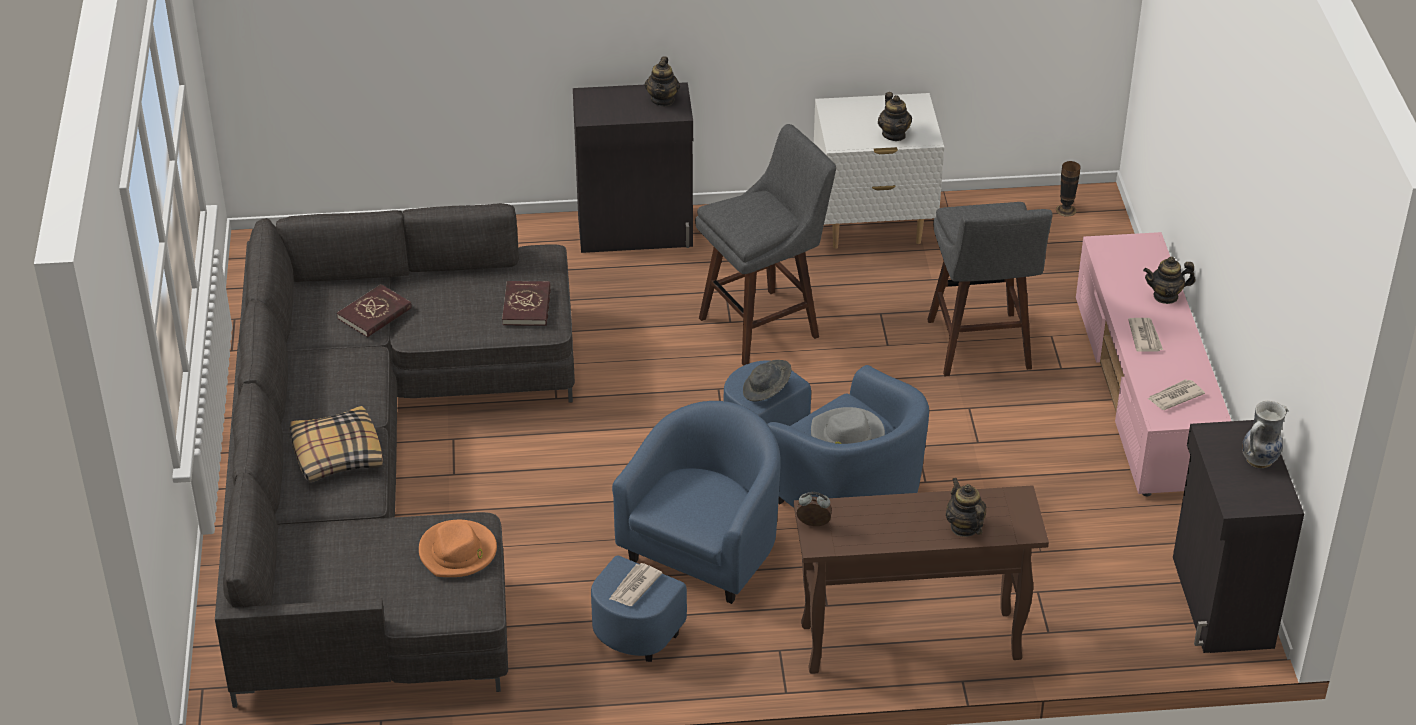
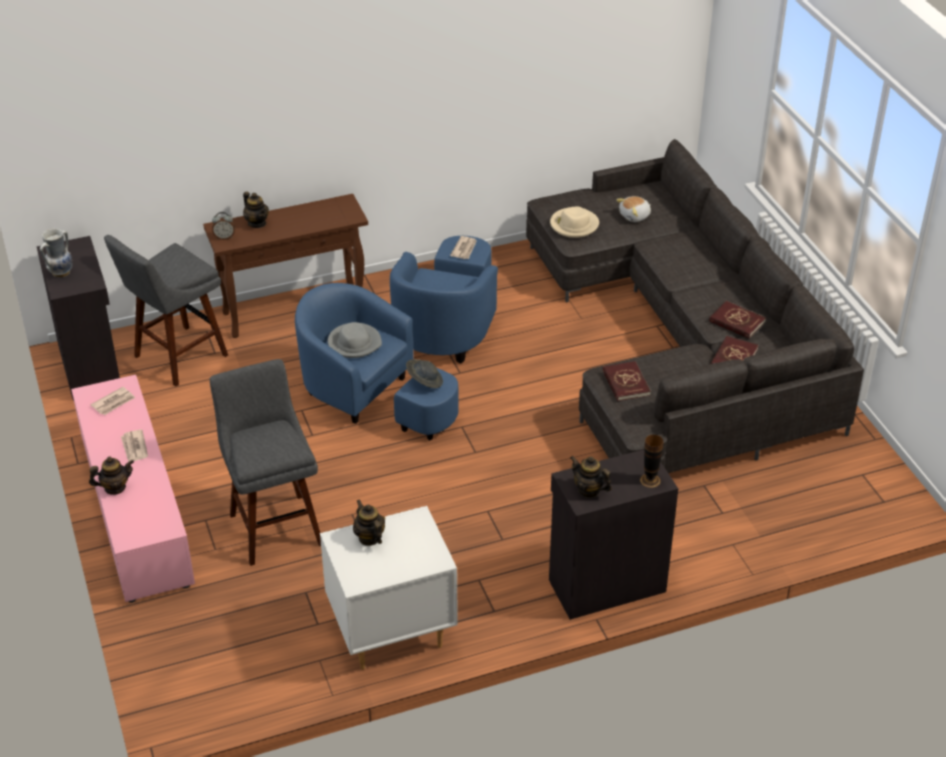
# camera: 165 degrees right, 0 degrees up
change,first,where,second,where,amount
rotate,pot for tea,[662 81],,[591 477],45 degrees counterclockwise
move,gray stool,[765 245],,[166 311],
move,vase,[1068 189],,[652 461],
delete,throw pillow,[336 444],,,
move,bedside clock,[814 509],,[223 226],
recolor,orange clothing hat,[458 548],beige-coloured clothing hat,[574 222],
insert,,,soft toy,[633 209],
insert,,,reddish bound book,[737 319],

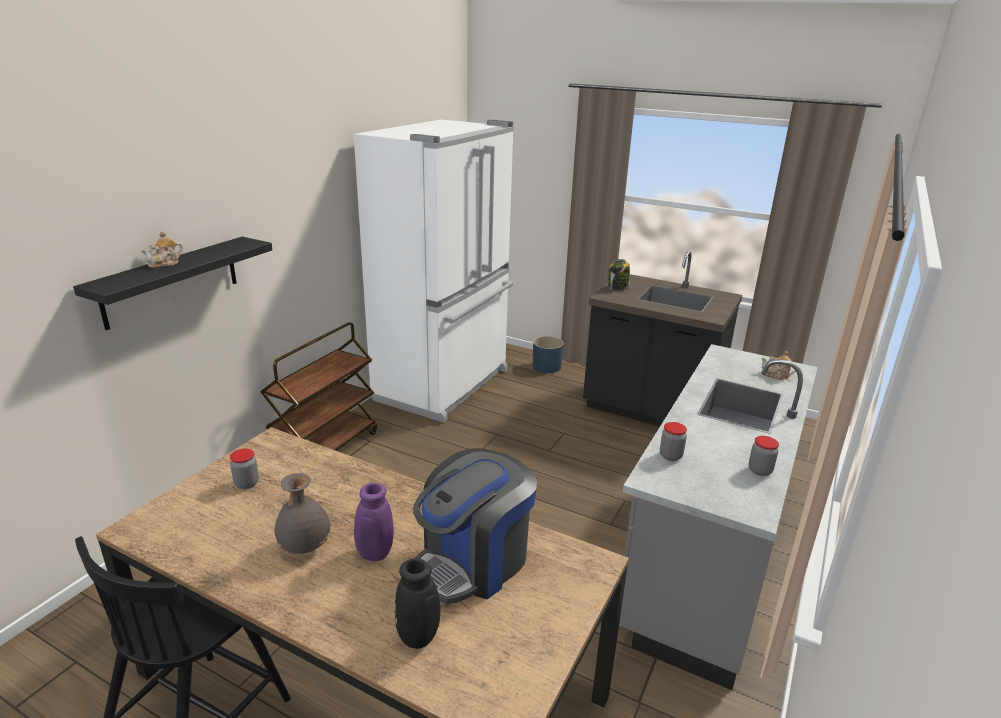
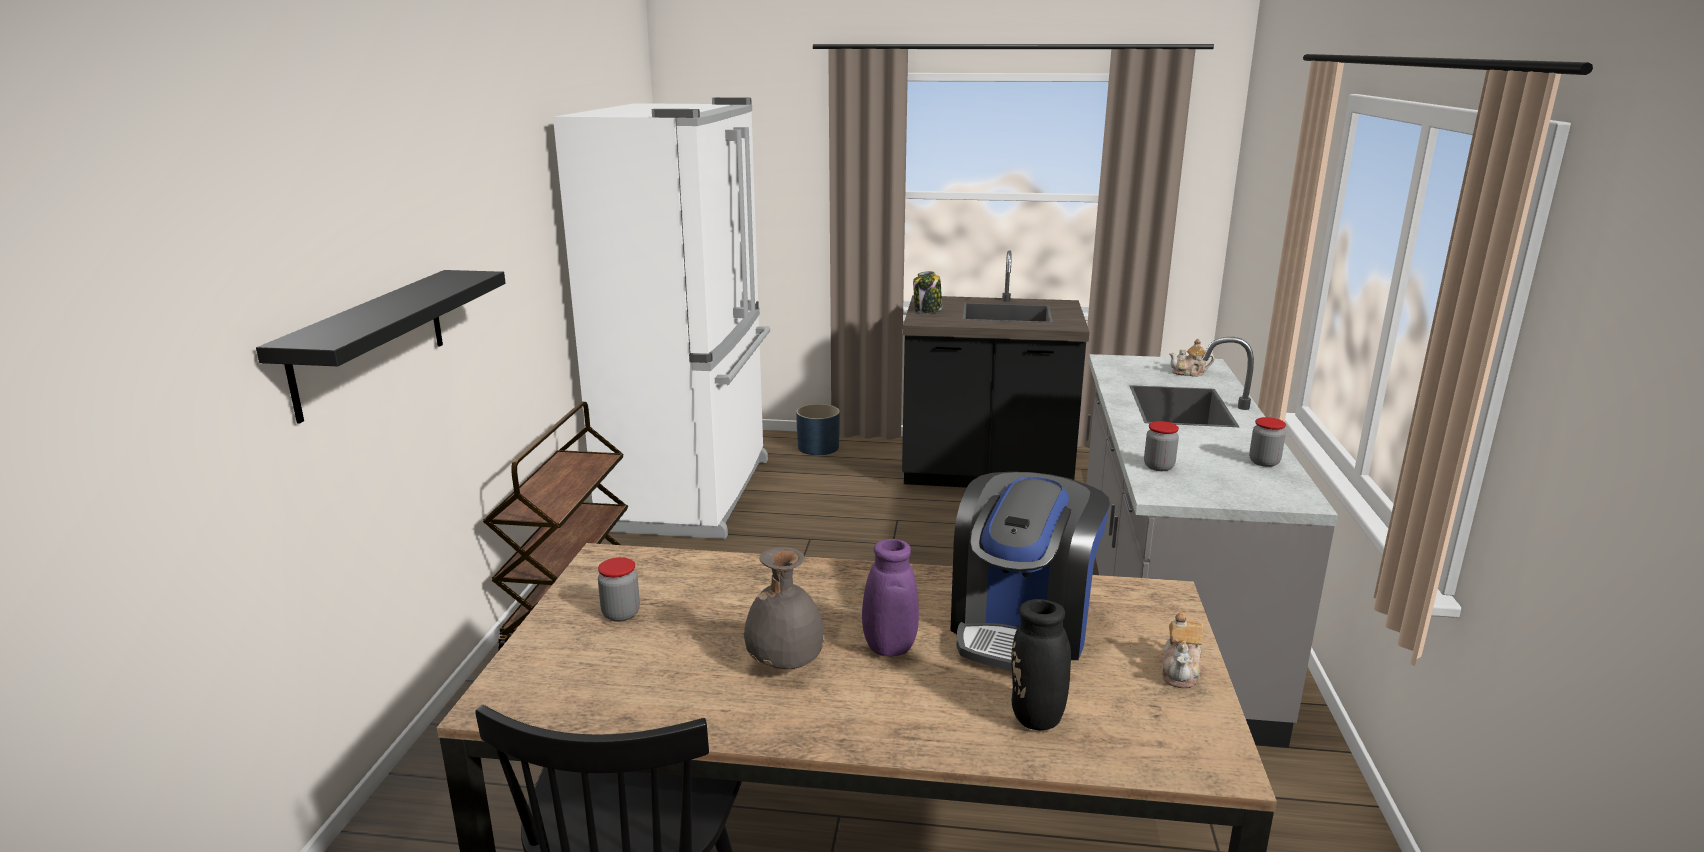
# camera: 20 degrees left, 5 degrees down
change,first,where,second,where,amount
move,pot for tea,[161 250],,[1182 650],

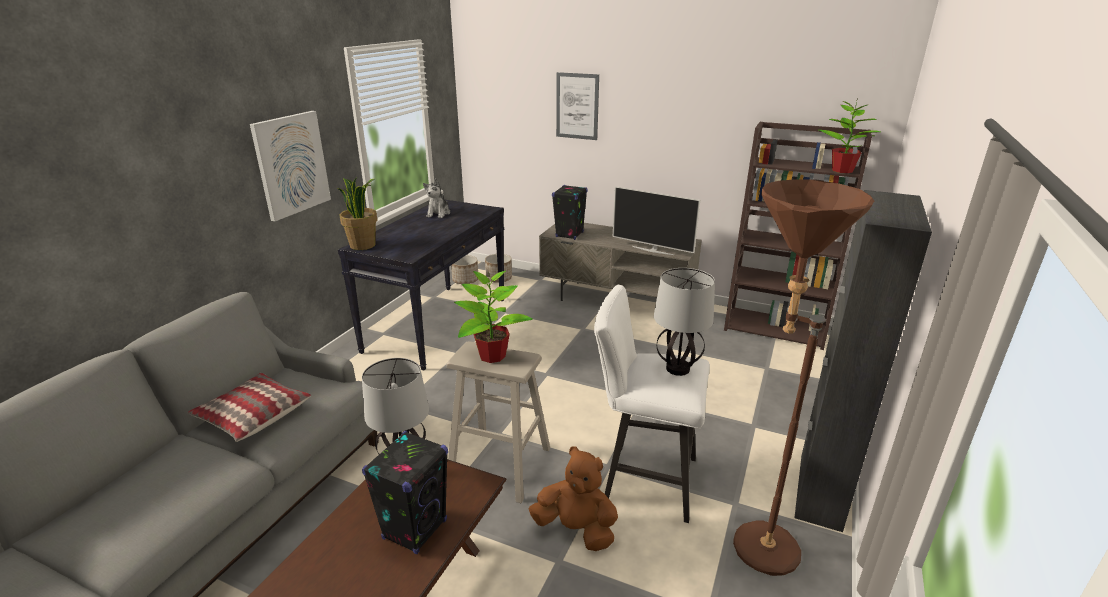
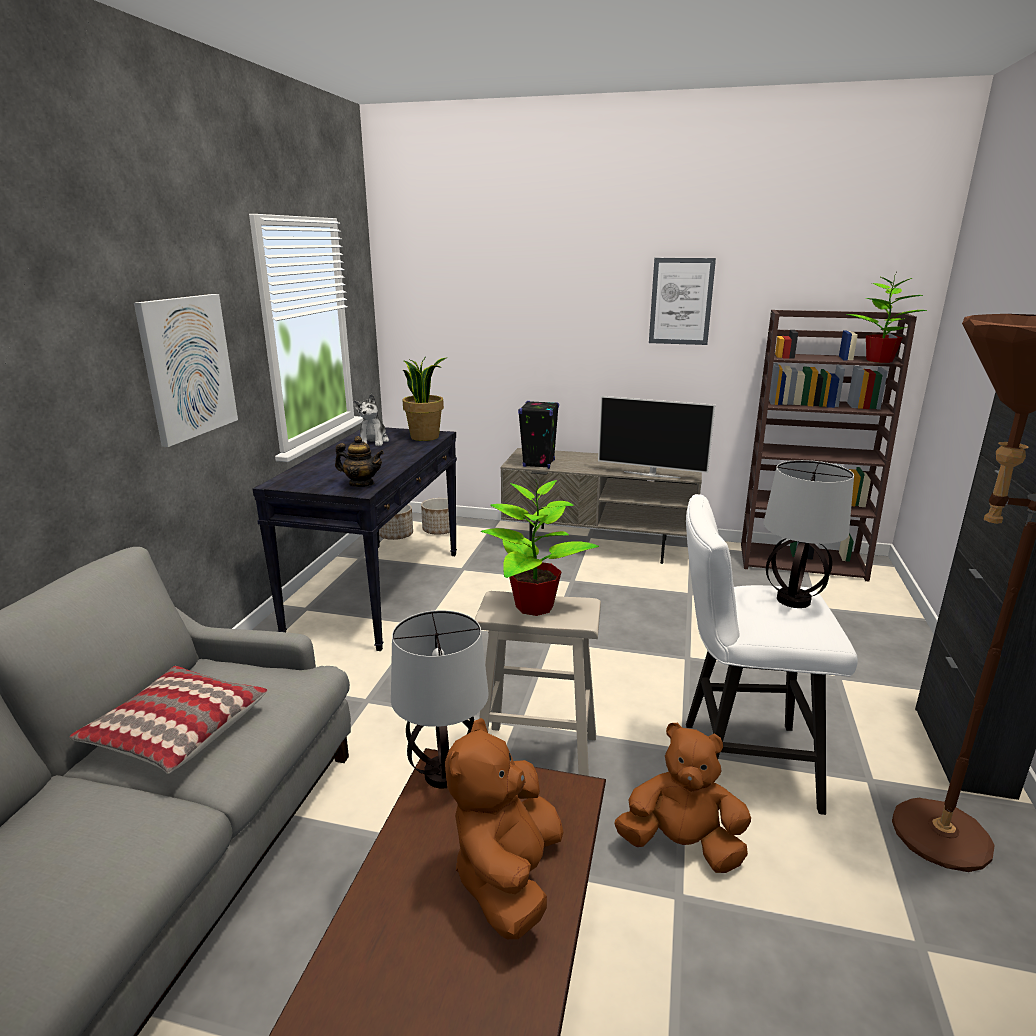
# camera: 10 degrees left, 5 degrees down
change,first,where,second,where,amount
move,wall picture,[577 106],,[682 301],
move,plant in a pot,[357 213],,[424 398],
replace,blackish audio speaker,[405 492],brown-coloured soft toy,[504 828],
insert,,,pot for tea,[359 461],

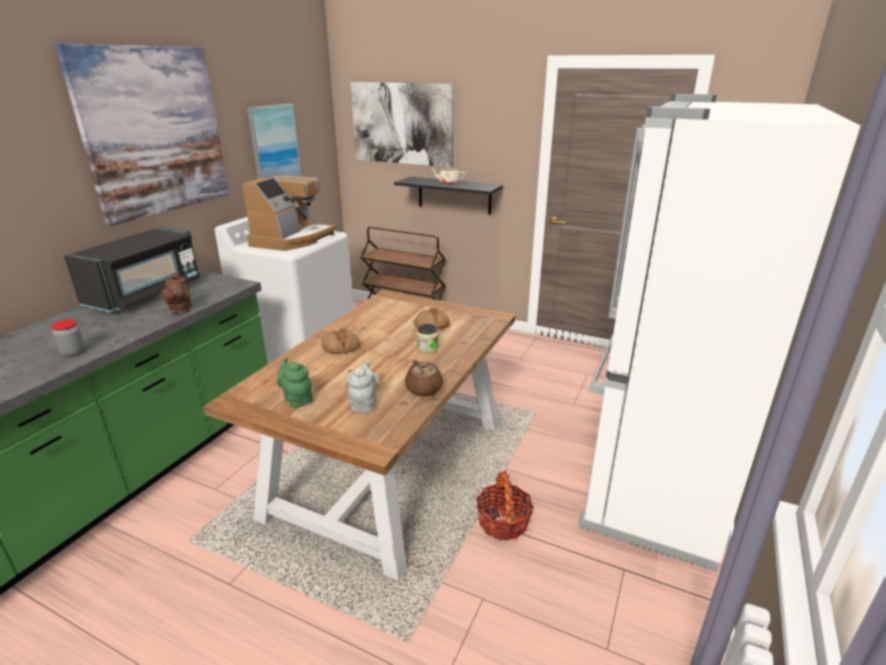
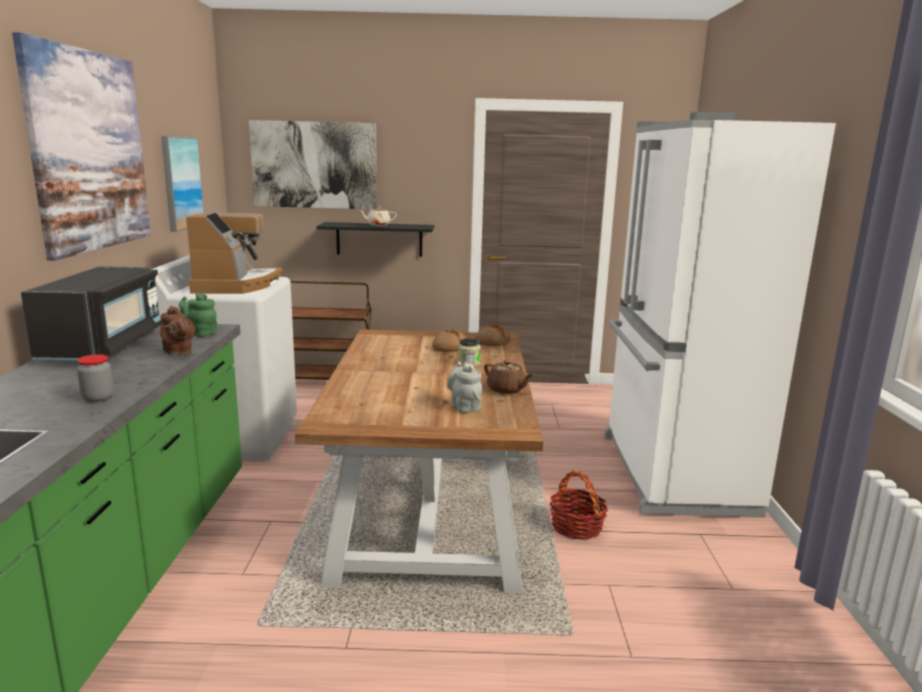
# camera: 25 degrees left, 10 degrees down
change,first,where,second,where,amount
move,bakery bread,[340 341],,[493 335],
move,green-coloured pot for tea,[295 382],,[198 315],

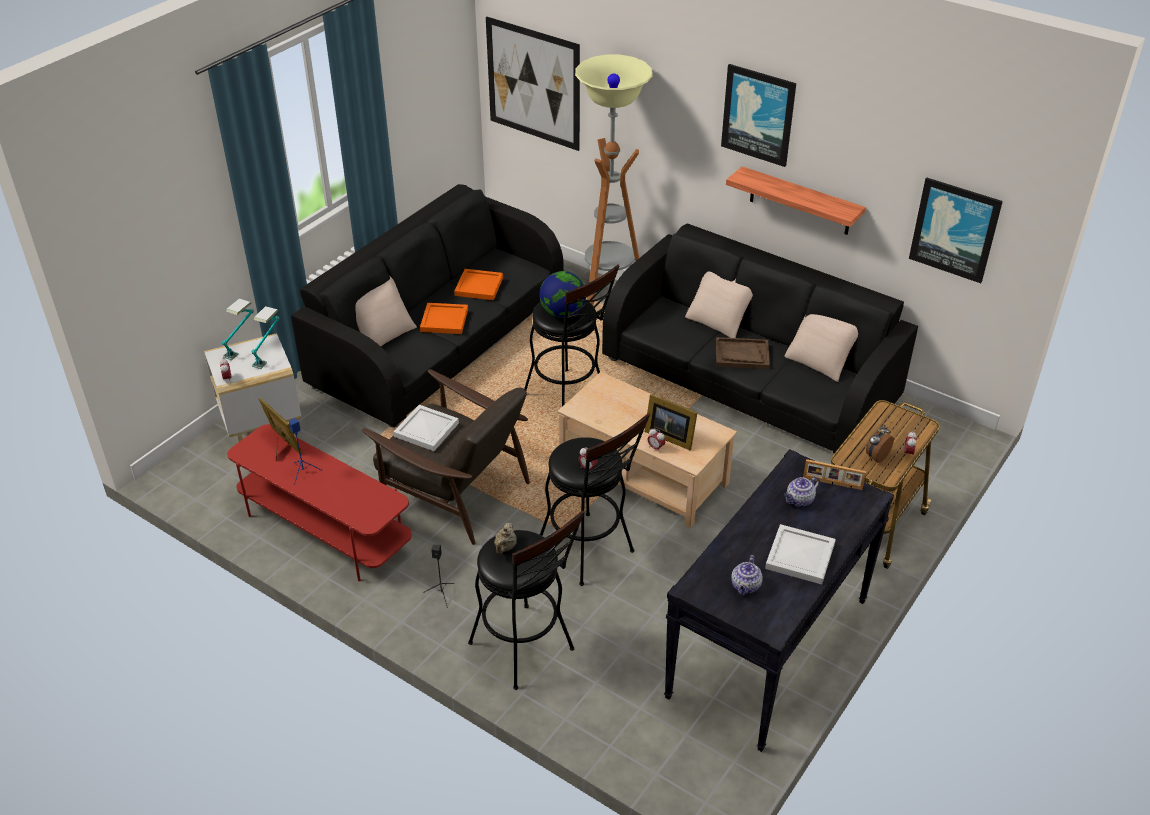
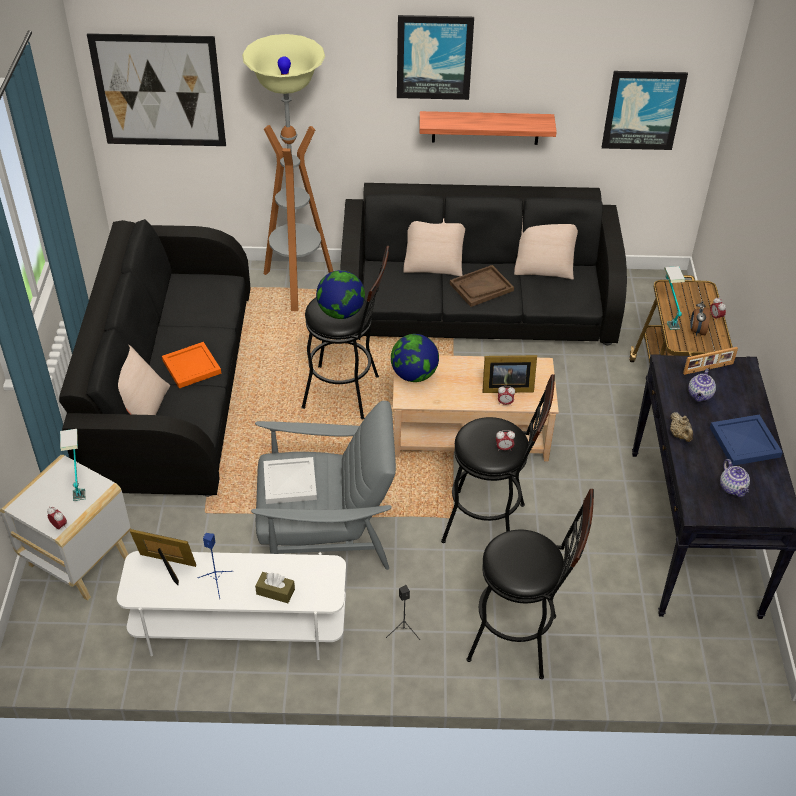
# camera: 35 degrees left, 5 degrees up
change,first,where,second,where,amount
delete,orange serving tray,[478 284],,,
move,lamp for a table,[238 329],,[674 298],
recolor,brown-coloured easy chair,[446 457],gray easy chair,[323 485],
recolor,reddish tv stand,[319 502],white tv stand,[231 605],
move,beige-coloured pot for tea,[505 538],,[681 427],
recolor,white serving tray,[800 554],blue serving tray,[746 440],
insert,,,world globe,[415 358],
insert,,,brown-coloured tissue holder,[275 587],

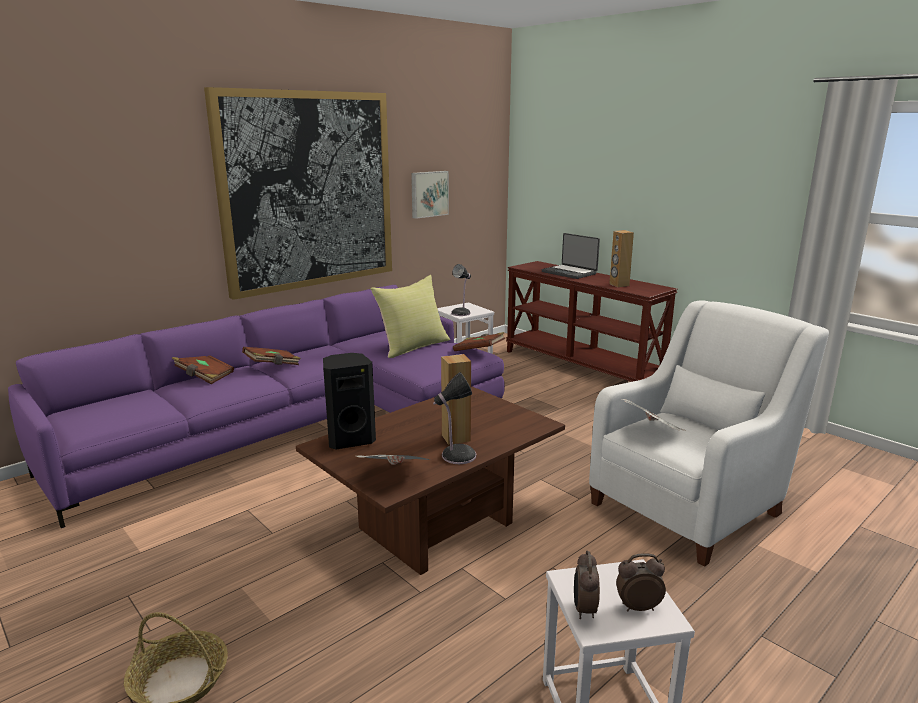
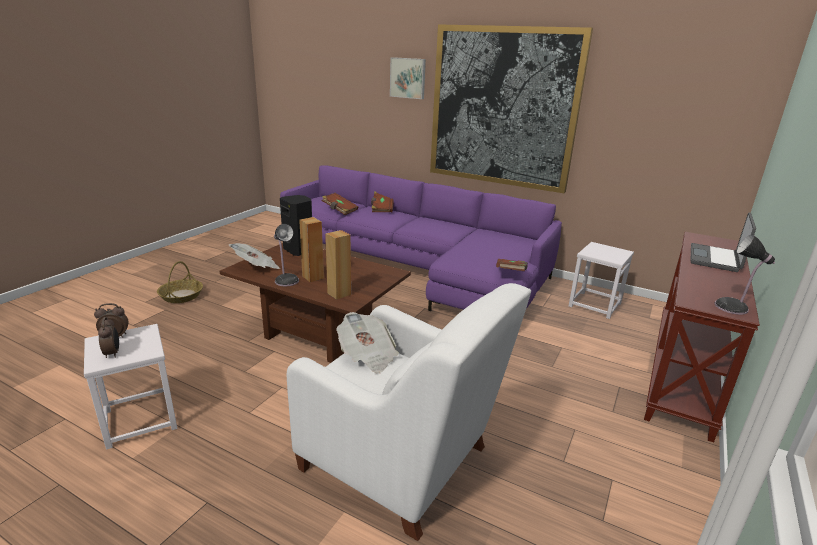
# camera: 70 degrees right, 5 degrees up
change,first,where,second,where,amount
move,wall picture,[430 195],,[408 78],
move,brown-coloured audio speaker,[621 258],,[338 265],
move,lamp for a table,[461 290],,[745 274],
delete,yellow throw pillow,[410 316],,,
move,brown-coloured bound book,[271 356],,[340 204],

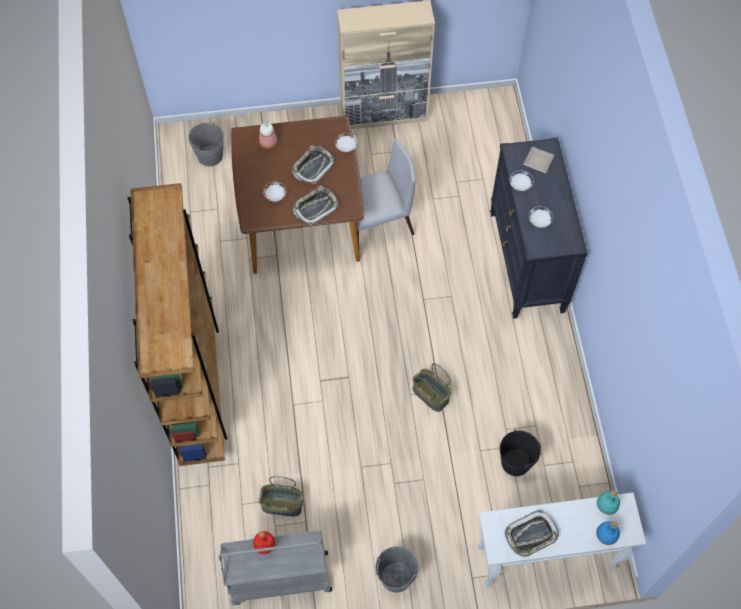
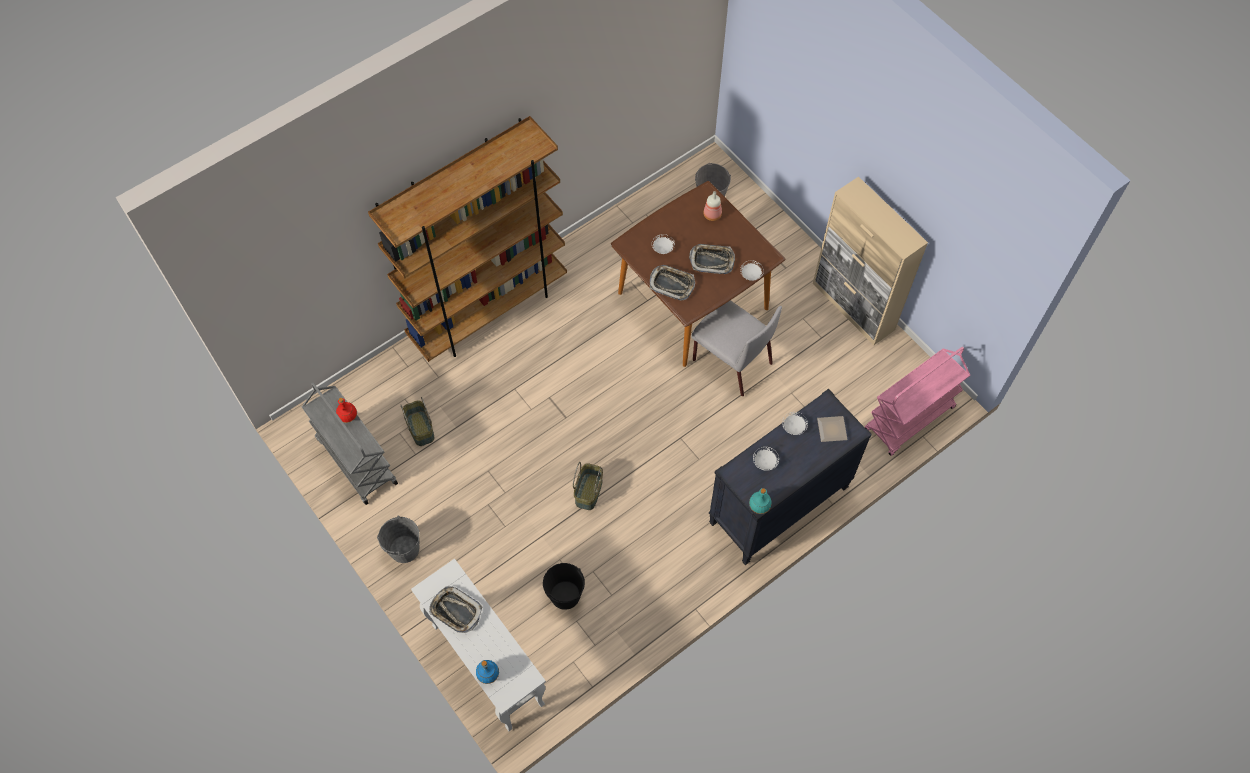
# camera: 60 degrees right, 0 degrees up
change,first,where,second,where,amount
move,turquoise beverage bottle,[608 502],,[760 501],
insert,,,pink-coloured cart,[917 401],

